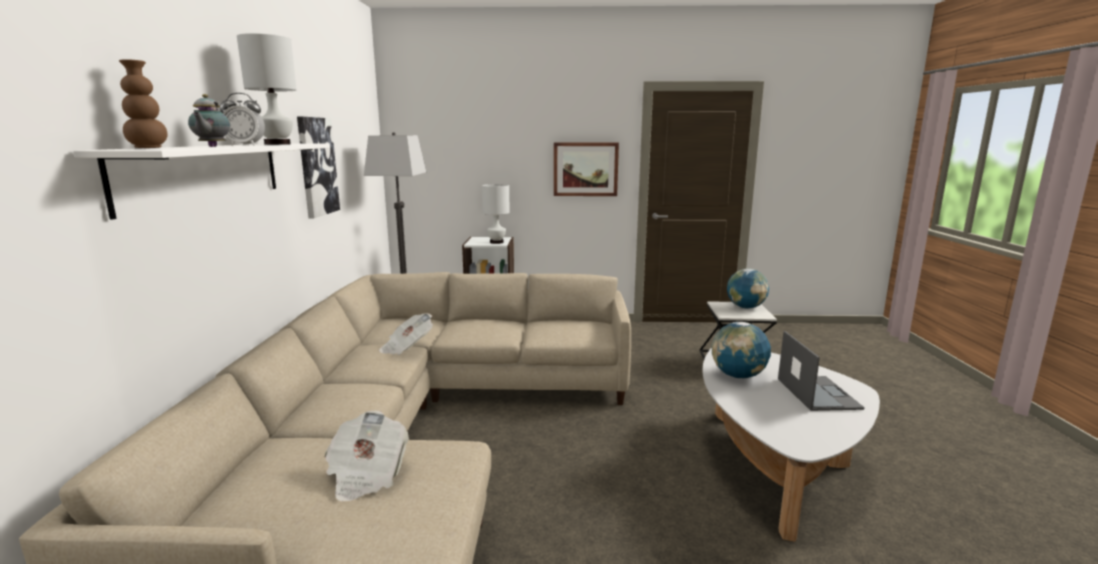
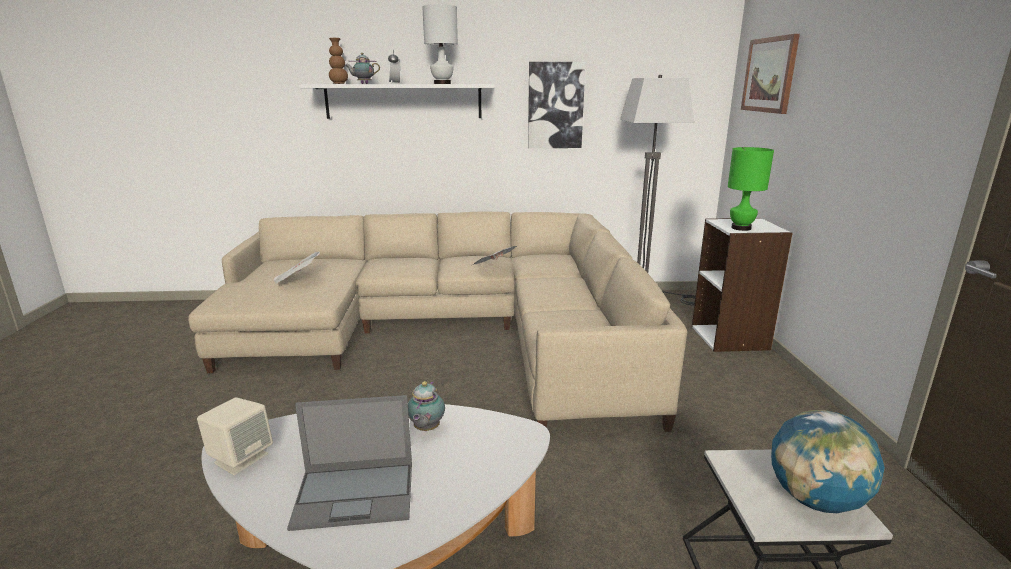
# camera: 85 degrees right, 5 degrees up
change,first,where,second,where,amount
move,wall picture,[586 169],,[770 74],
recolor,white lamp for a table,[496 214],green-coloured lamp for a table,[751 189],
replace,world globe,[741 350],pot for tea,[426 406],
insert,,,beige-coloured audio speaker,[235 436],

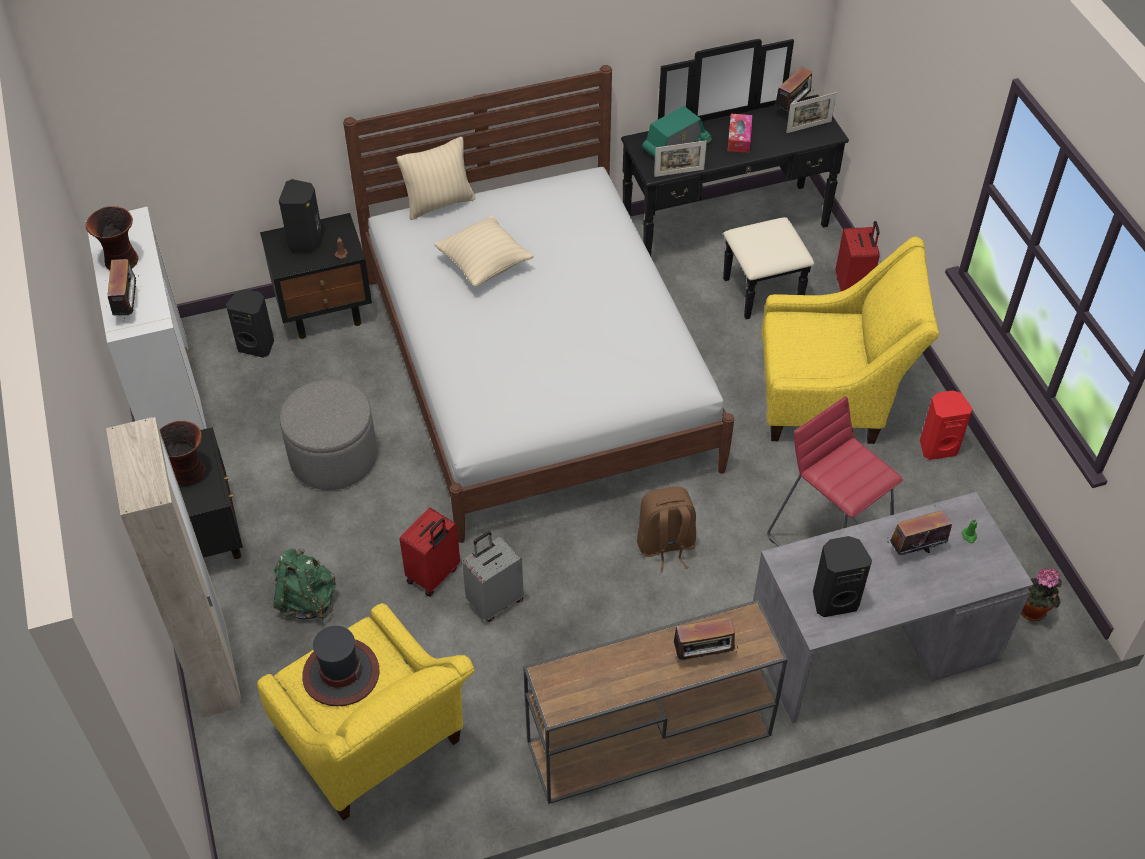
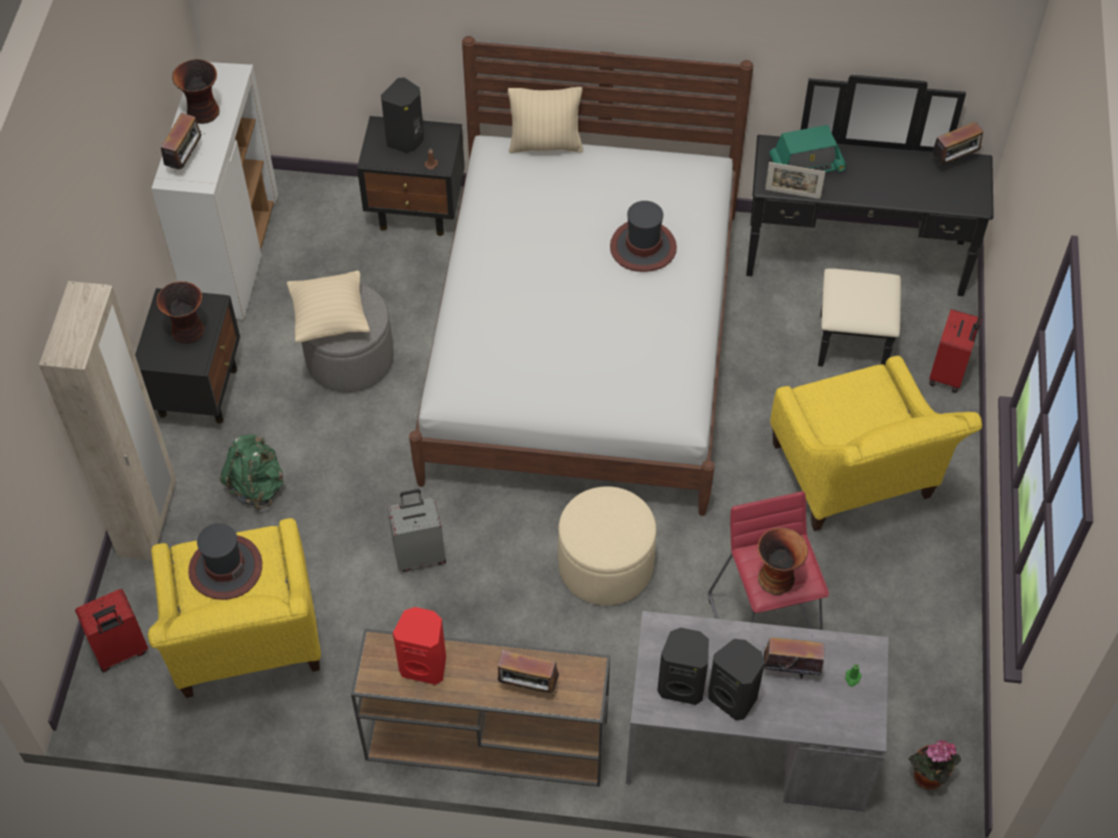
# camera: 25 degrees right, 5 degrees up
change,first,where,second,where,amount
delete,photo frame,[811 112],,,
delete,tissue holder,[740 133],,,
move,beige-coloured throw pillow,[484 251],,[328 306],
rotate,yellow easy chair,[850 340],,[876 443],45 degrees clockwise
move,blackish audio speaker,[250 323],,[736 679],
move,reddish audio speaker,[946 425],,[419 646],
replace,brown-coloured backpack,[666 530],beige-coloured footrest,[607 545],
move,reddish travel case,[429 552],,[111 630],
insert,,,clothing hat,[643 236],
insert,,,vase,[783 561],

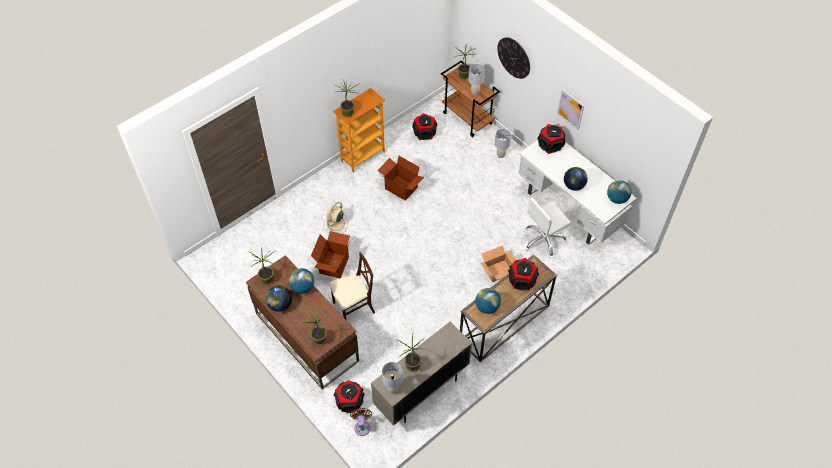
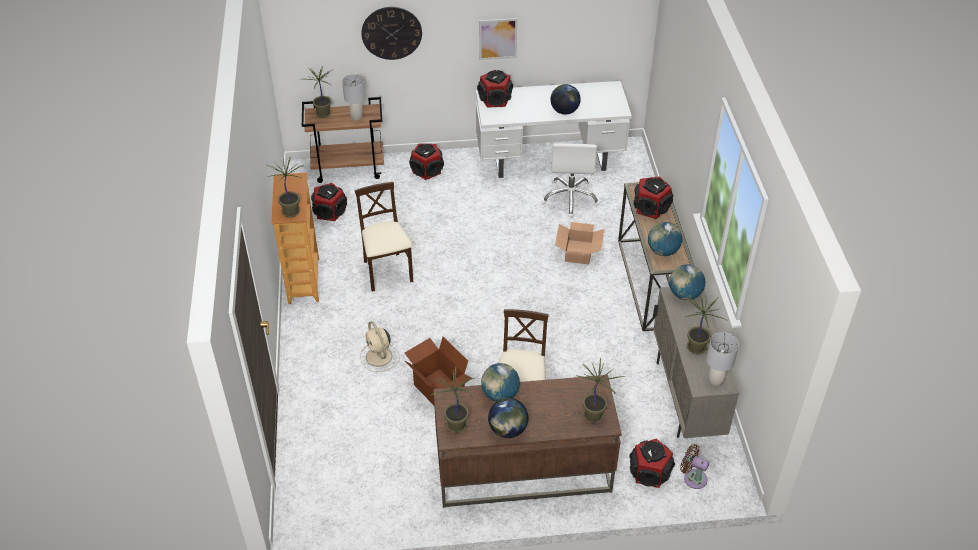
# camera: 55 degrees left, 10 degrees down
change,first,where,second,where,amount
replace,gray lamp for a table,[503 143],audio speaker,[426 161],
replace,carton,[400 178],beige-coloured chair,[383 237],
move,world globe,[619 192],,[687 282],

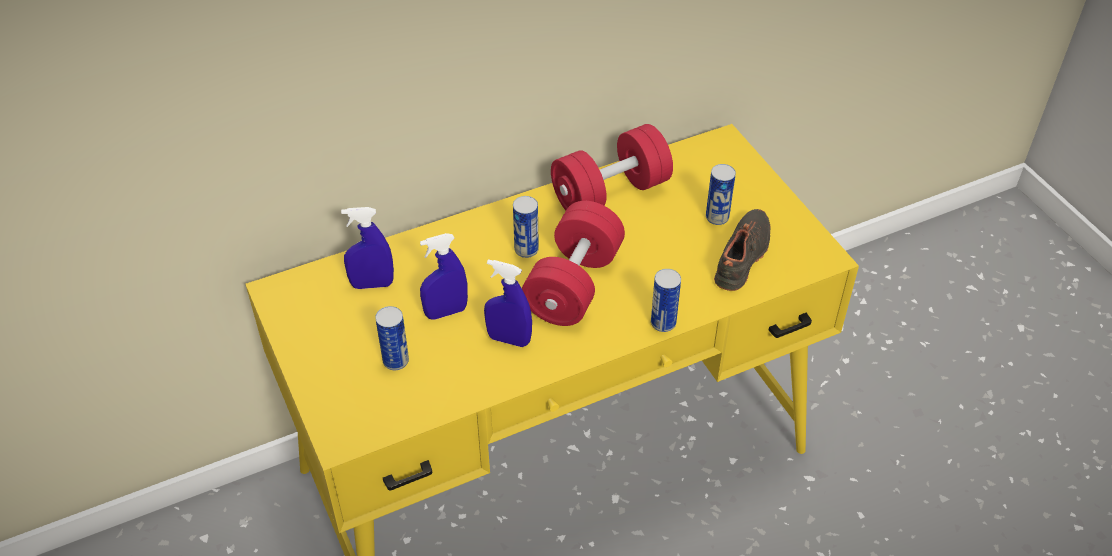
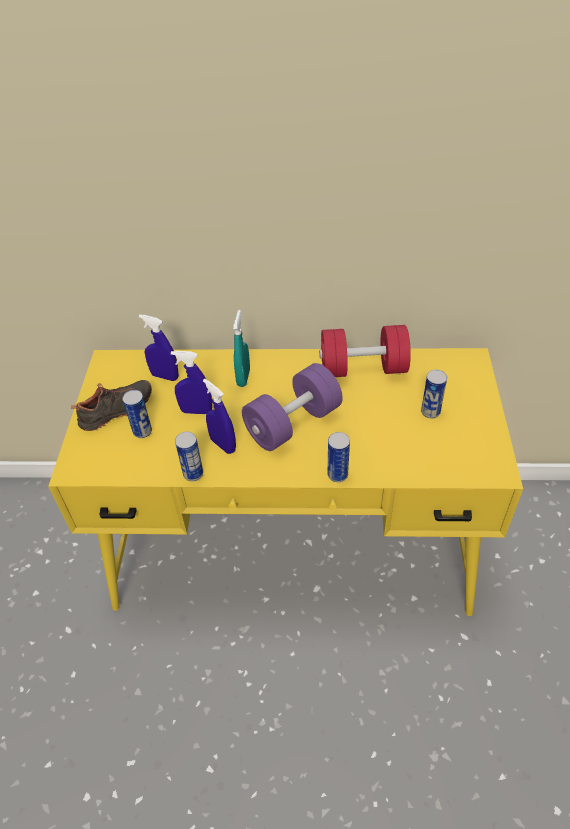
# camera: 30 degrees right, 0 degrees up
change,first,where,second,where,amount
move,sealed can,[526 227],,[189 456],
recolor,reddish hand weight,[573 263],purplish hand weight,[292 407],
move,blackish item of footwear,[742 250],,[111 405],
insert,,,turquoise sprayer,[241 348],

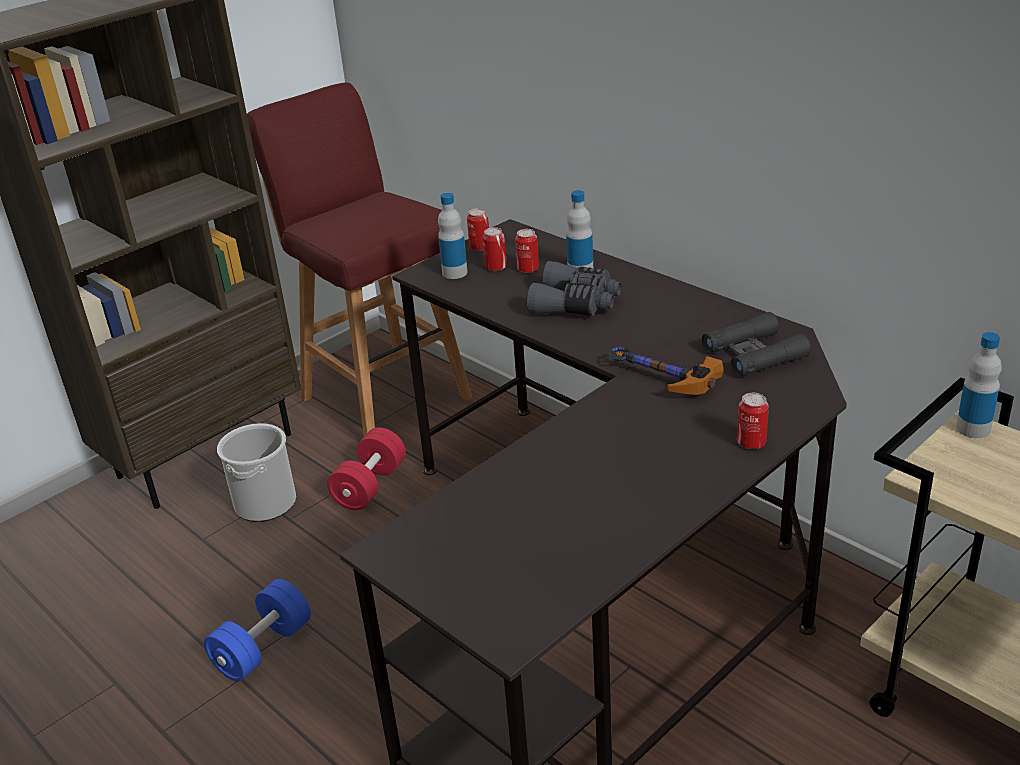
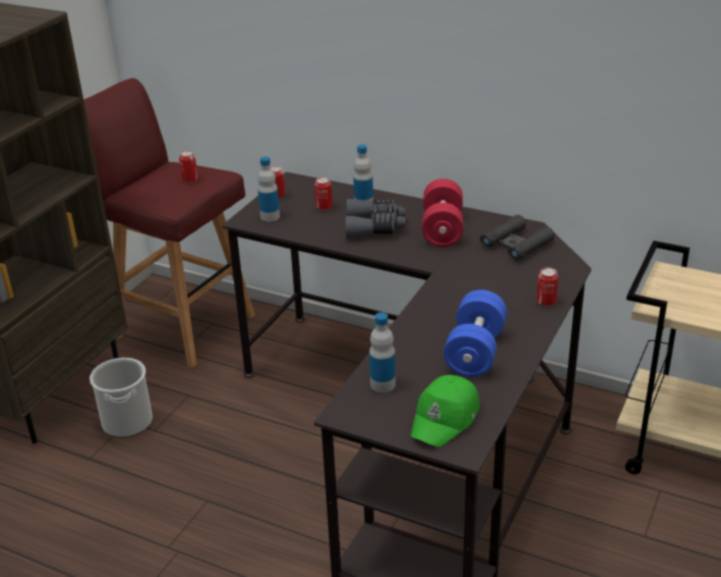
# camera: 20 degrees left, 0 degrees up
change,first,where,second,where,amount
move,sealed can,[495 249],,[188 166],
move,beverage bottle,[979 385],,[382 352],
delete,hand hammer,[666 371],,,
move,reddish hand weight,[366 468],,[442 213],
move,blue hand weight,[257 630],,[475 333],
insert,,,green-coloured baseball cap,[445 411],

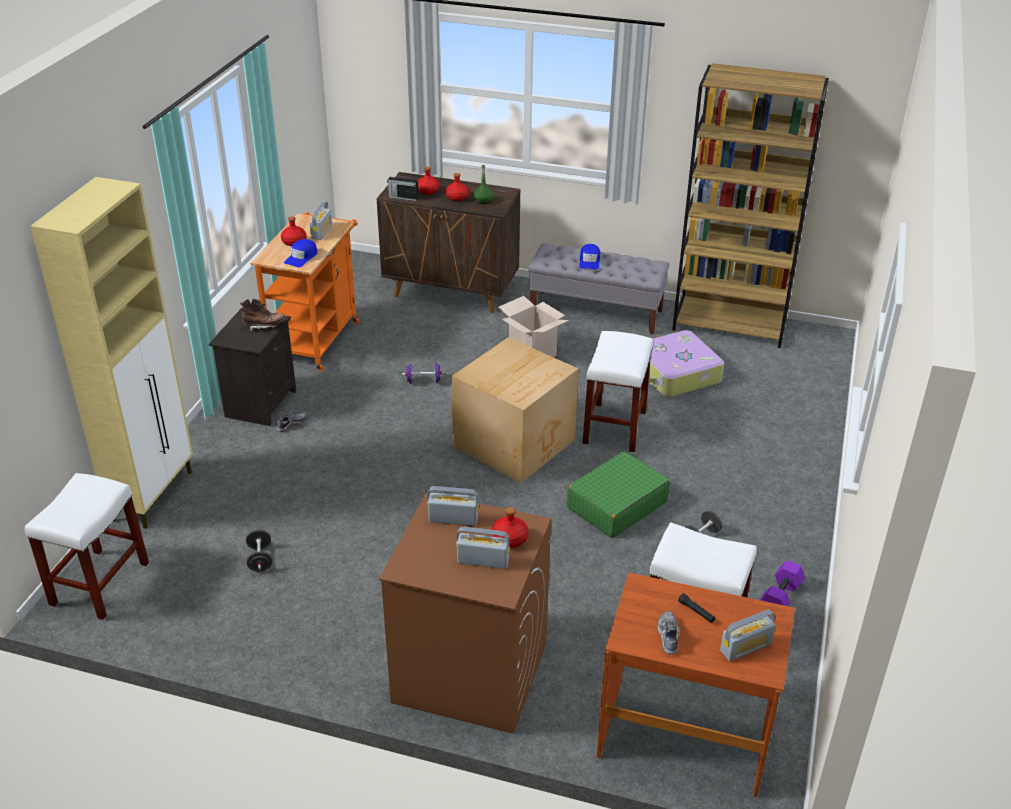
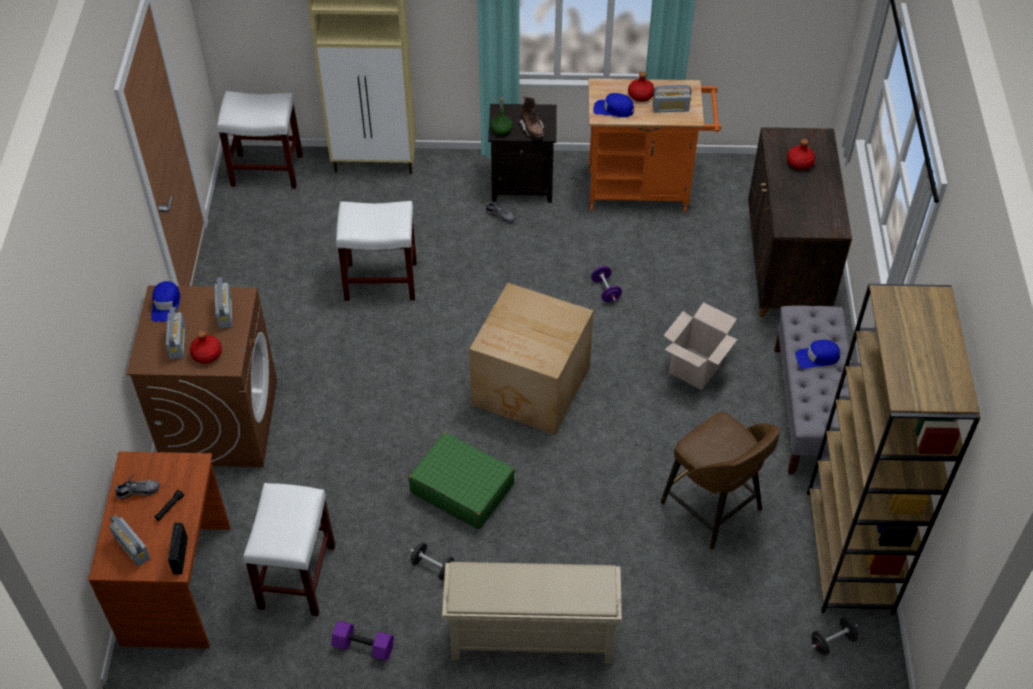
# camera: 75 degrees right, 15 degrees up
change,first,where,second,where,amount
move,green-coloured beverage bottle,[483 184],,[502 116],
delete,reddish beverage bottle,[457 187],,,
move,radio,[403 188],,[178 548],
replace,travel case,[686 363],brown-coloured stool,[720 480],
move,white stool,[617 392],,[376 251],
move,blackish hand weight,[259 551],,[834 636],
insert,,,blue baseball cap,[165 301],
insert,,,beige-coloured shoe rack,[532 612],

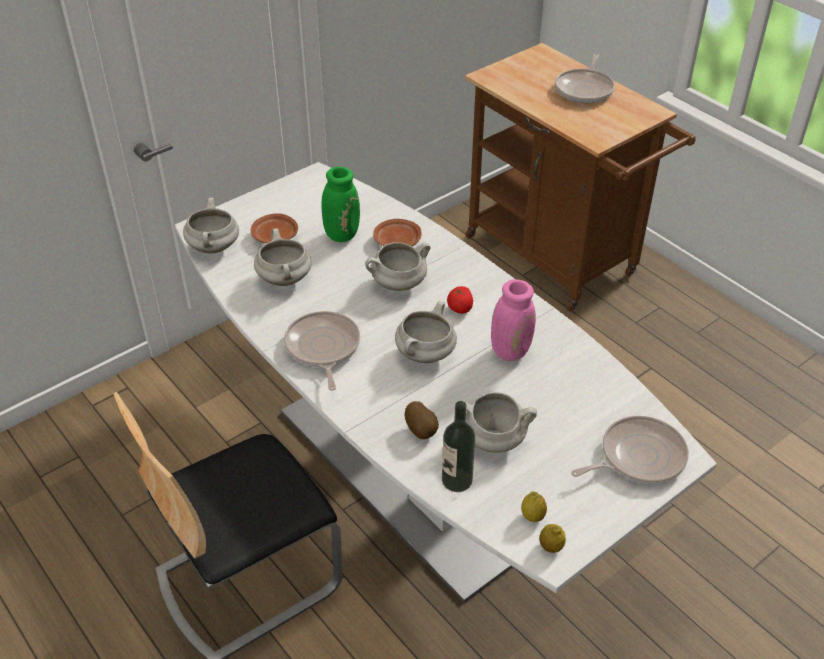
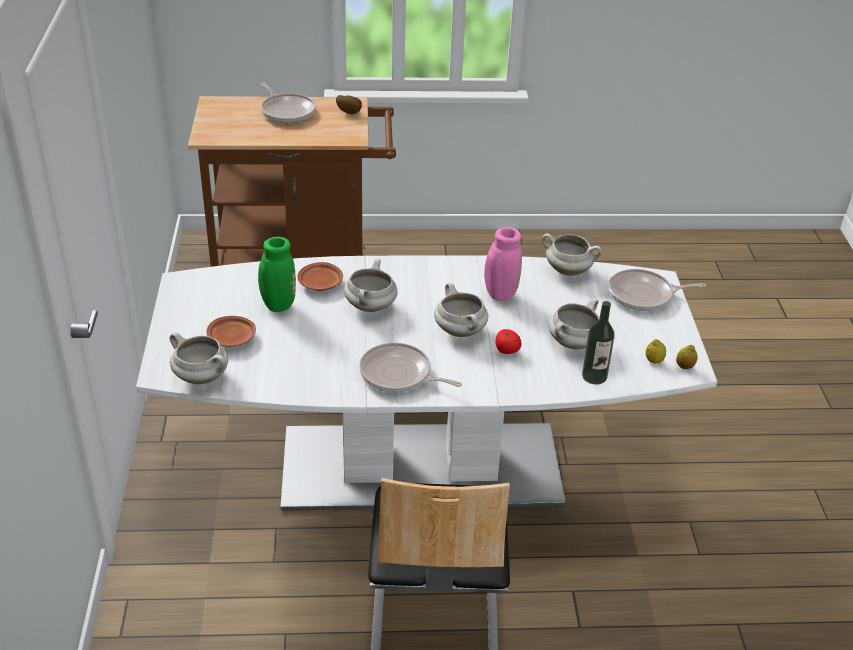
# camera: 55 degrees left, 5 degrees down
change,first,where,second,where,amount
move,white saucepot,[282 257],,[572 254],
move,whole tomato,[460 300],,[508 341],
move,potato,[422 420],,[349 104],
rotate,skillet,[630 450],,[657 290],105 degrees counterclockwise

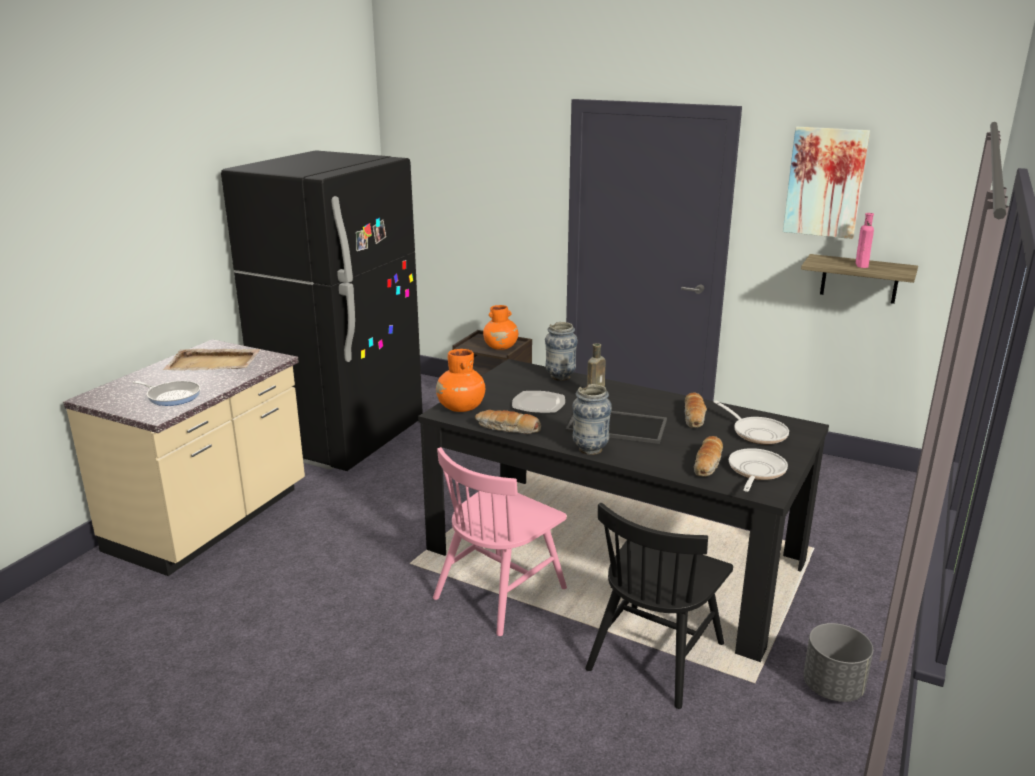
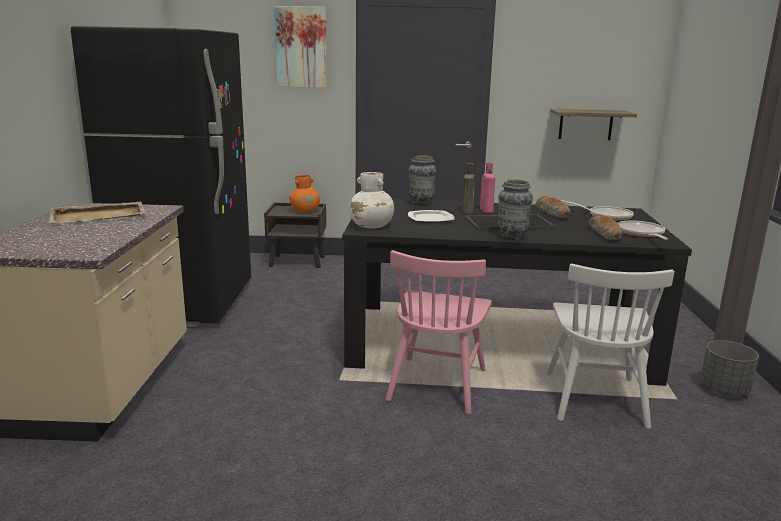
# camera: 25 degrees left, 5 degrees down
change,first,where,second,where,amount
move,wall picture,[826 183],,[300 47],
move,pink-coloured beverage bottle,[865 240],,[487 187],
recolor,orange vase,[460 380],white vase,[371 200],
delete,skillet,[166 393],,,
delete,bakery bread,[508 422],,,
recolor,blackish chair,[659 606],white chair,[610 346],

